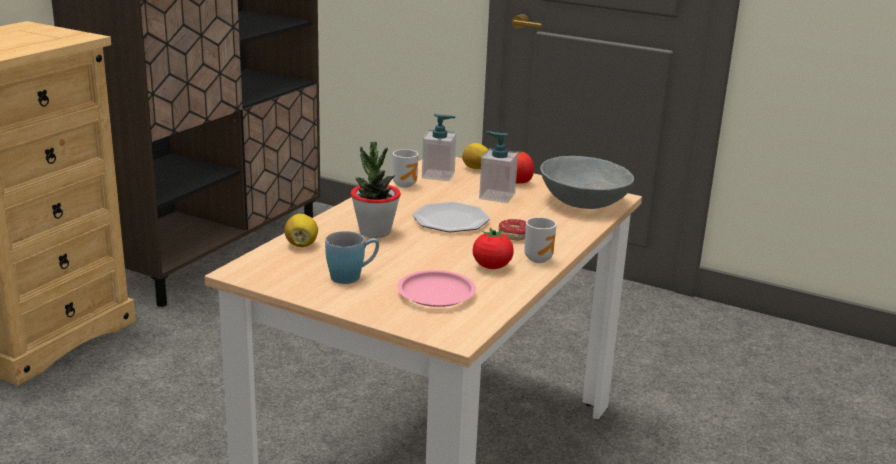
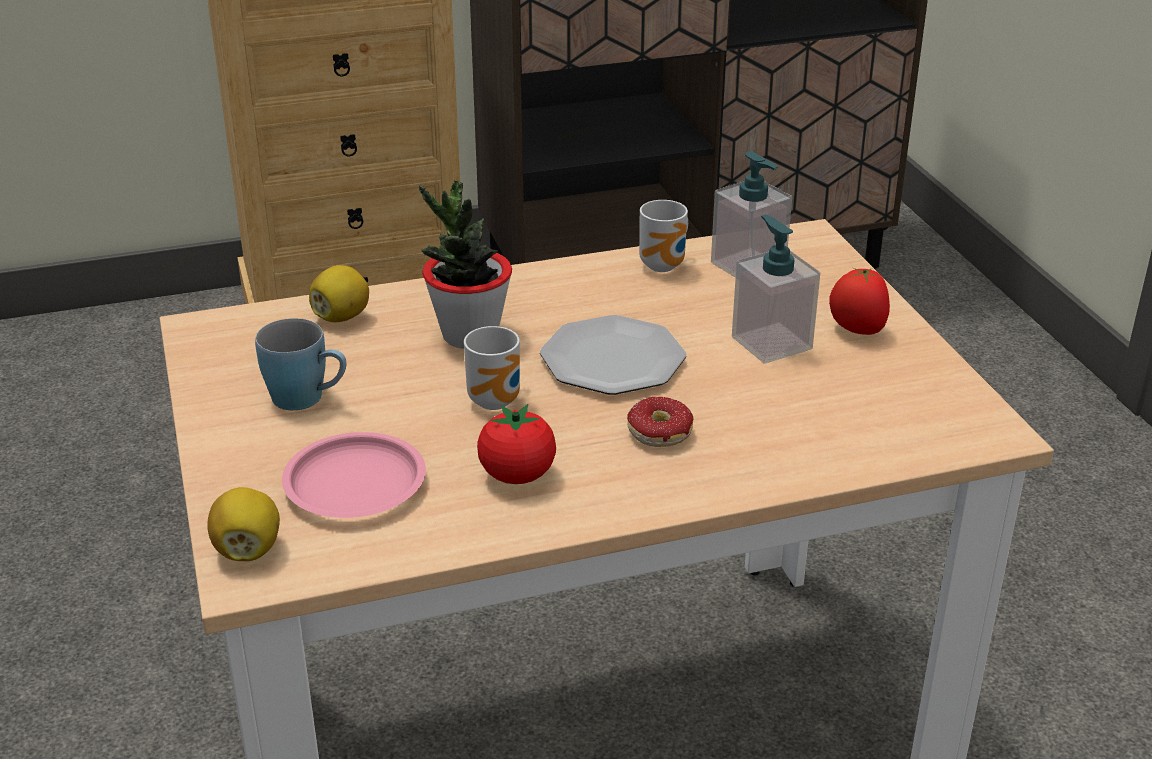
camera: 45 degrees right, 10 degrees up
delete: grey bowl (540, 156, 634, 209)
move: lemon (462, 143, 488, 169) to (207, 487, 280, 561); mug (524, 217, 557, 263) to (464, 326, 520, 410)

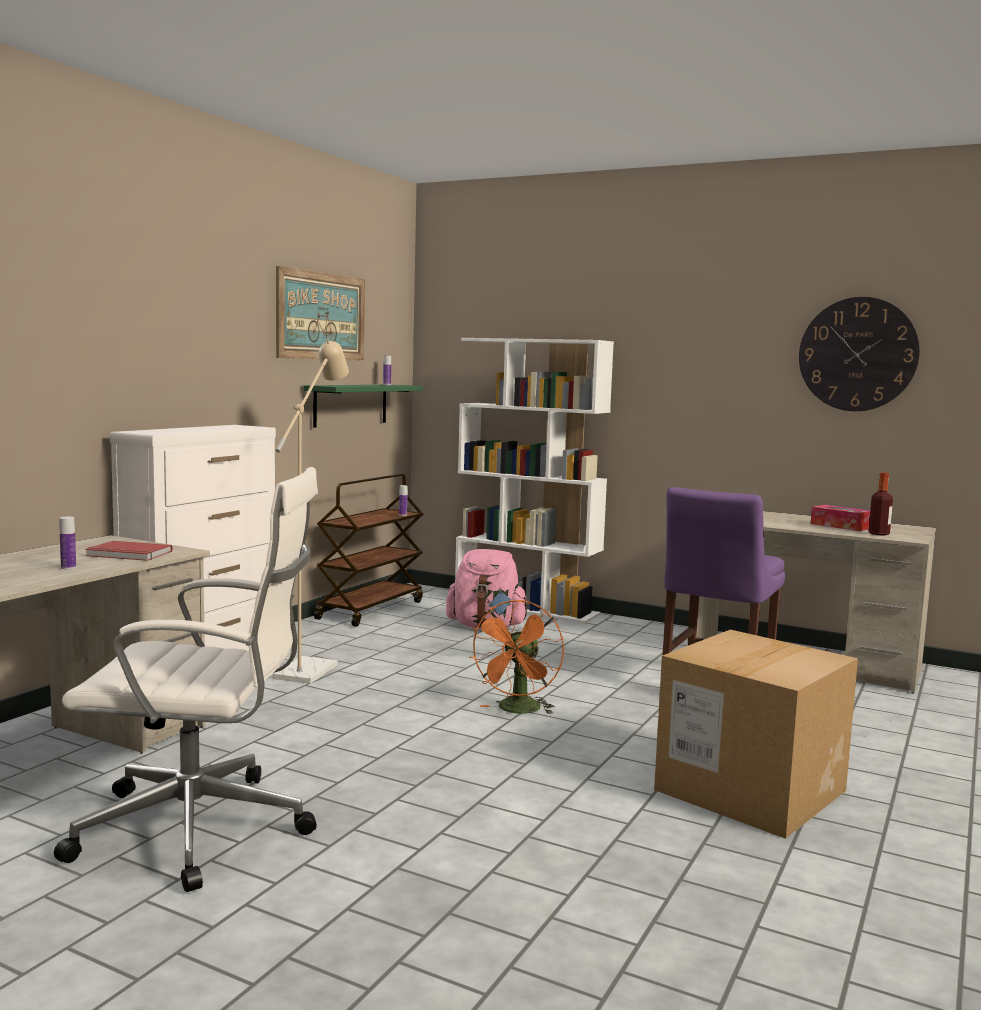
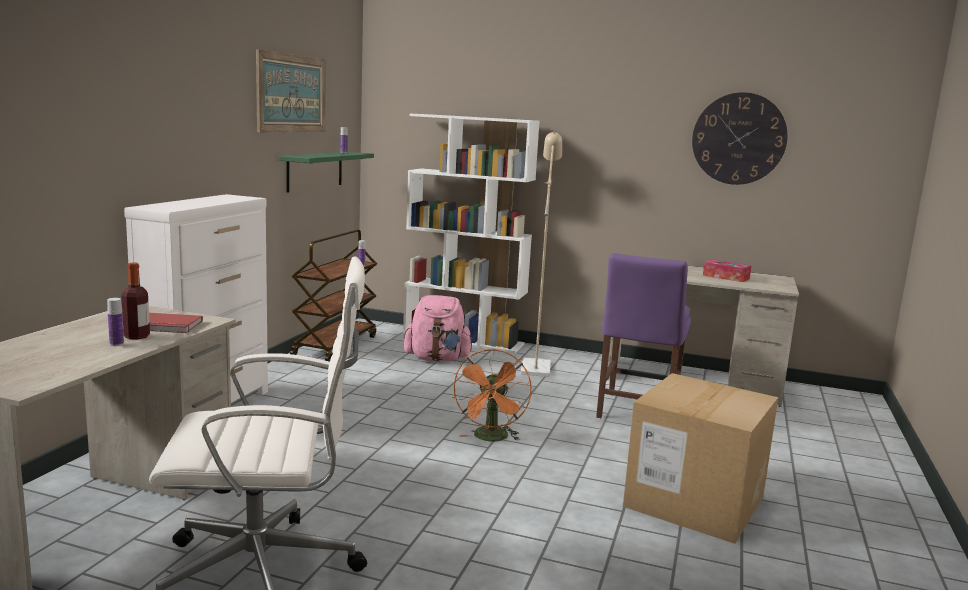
camera: 10 degrees left, 5 degrees up
move: bottle (869, 472, 893, 536) to (121, 263, 150, 339); beige floor lamp (273, 338, 349, 684) to (521, 131, 562, 377)

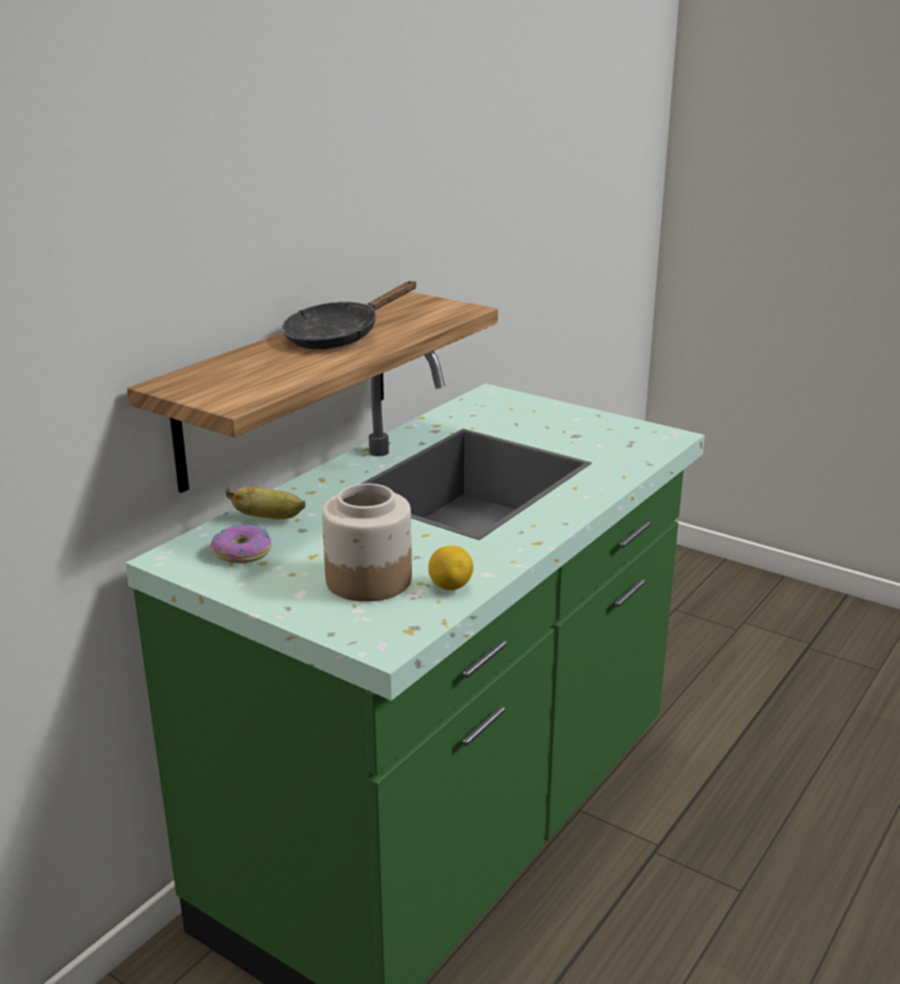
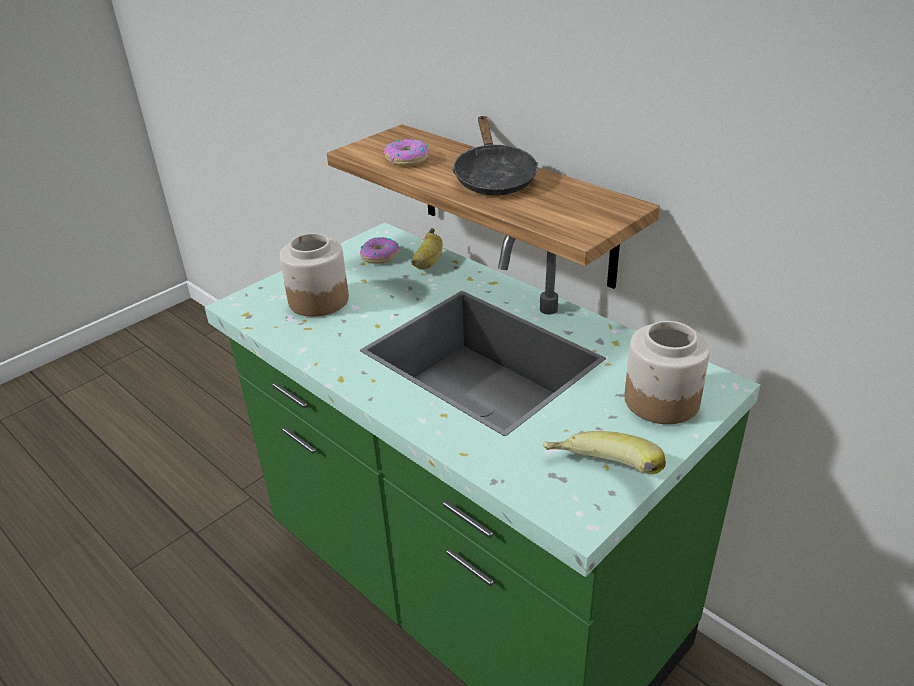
camera: 100 degrees right, 10 degrees up
delete: lemon (428, 545, 473, 590)
insert: donut (384, 139, 429, 166); banana (543, 431, 666, 474); jar (624, 321, 710, 424)
rotate: black frying pan (282, 281, 417, 349) = (452, 116, 538, 196) 150 degrees counterclockwise

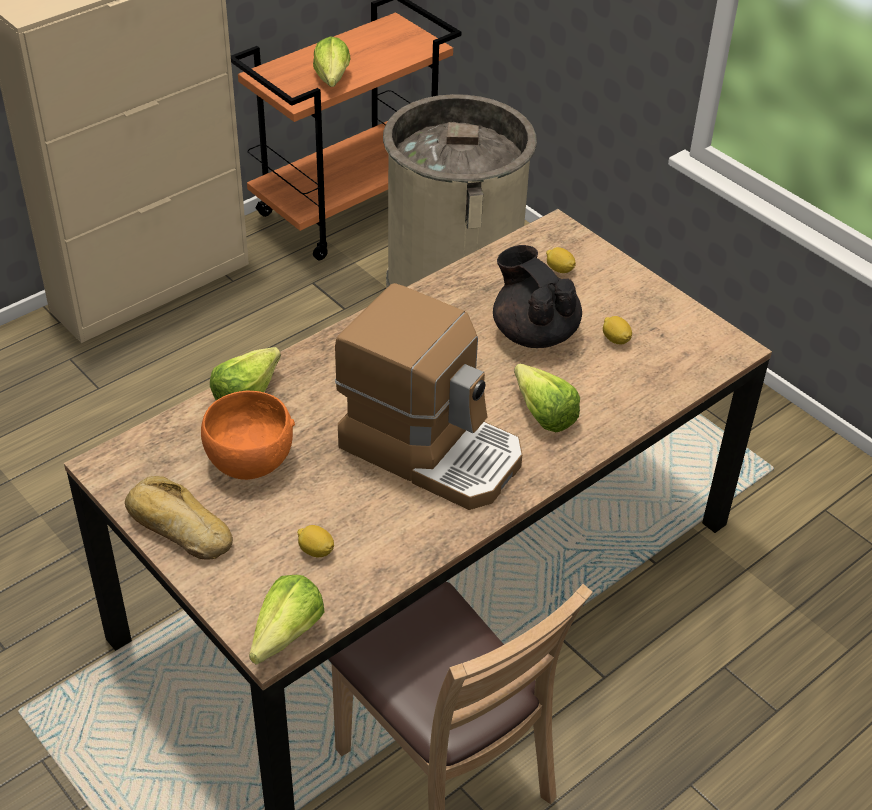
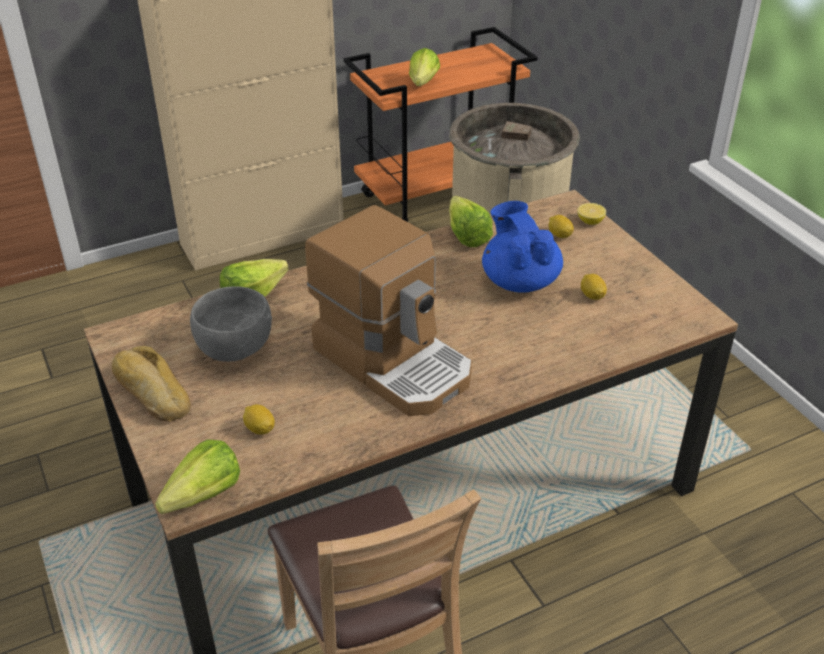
camera: 15 degrees right, 5 degrees down
insert: lemon (577, 203, 606, 225)
move: lettuce (514, 363, 580, 432) to (449, 196, 493, 247)
recolor: orange bowl (201, 391, 295, 480) to grey bowl (190, 286, 272, 362); black teapot (493, 245, 582, 348) to blue teapot (482, 201, 563, 293)

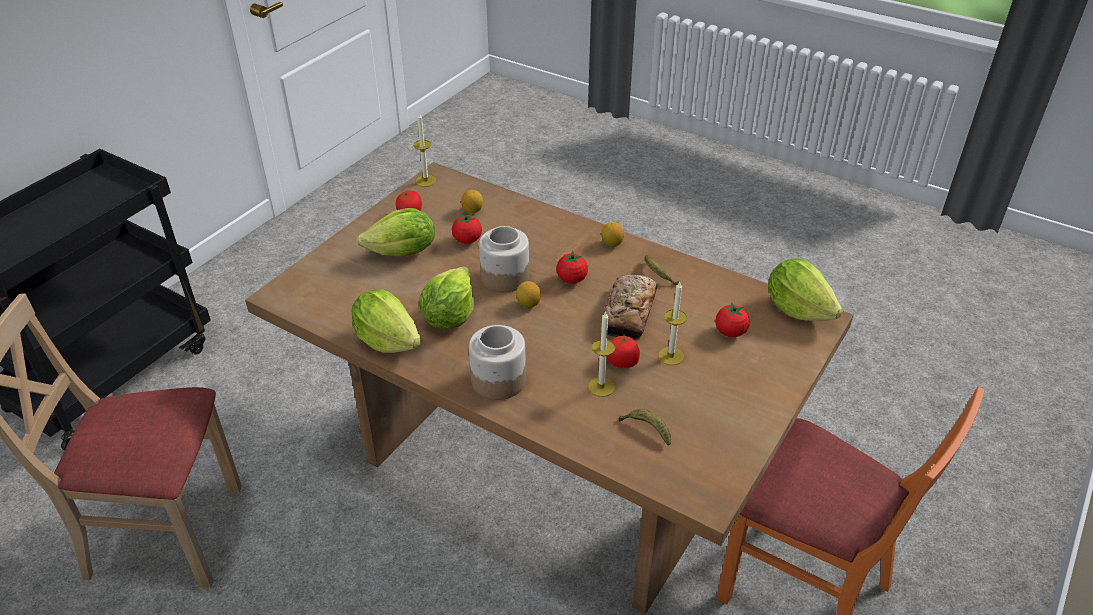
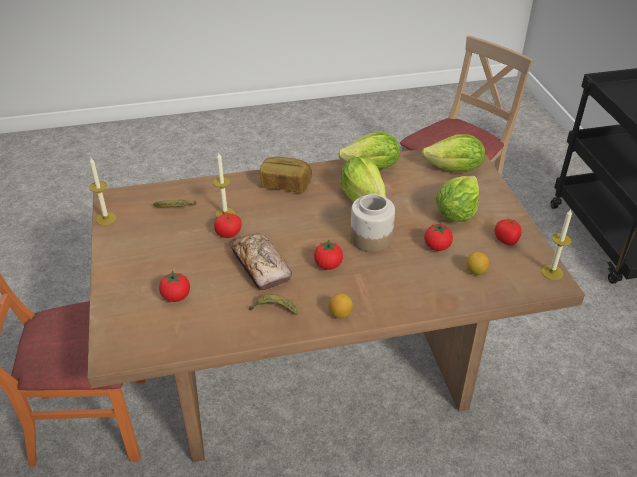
camera: 135 degrees right, 0 degrees up
delete: lemon (516, 281, 541, 308)
move: candle (658, 282, 687, 365) to (89, 158, 116, 225); lettuce (768, 258, 843, 321) to (422, 134, 485, 172)
replace: jar (469, 325, 526, 400) to bread (260, 157, 312, 193)

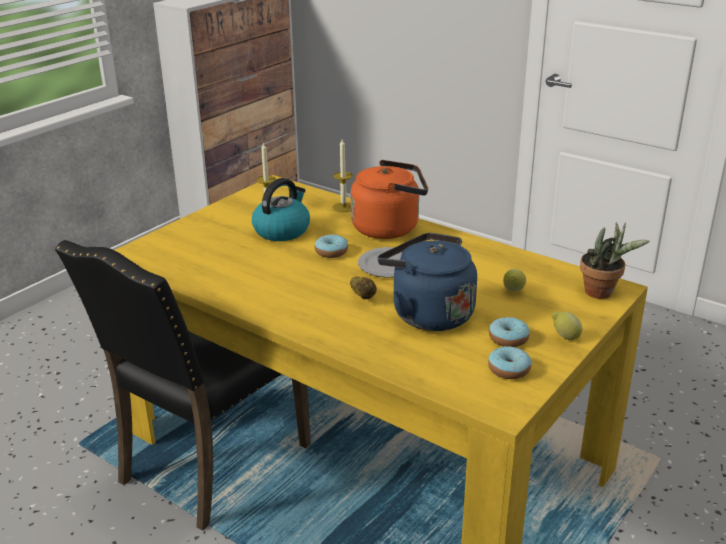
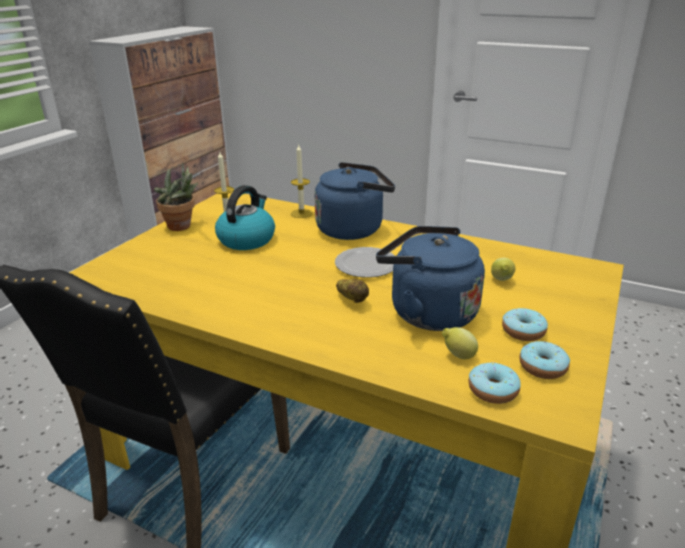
camera: 10 degrees left, 0 degrees up
move: potted plant (580, 222, 649, 299) to (153, 162, 198, 231); lemon (551, 311, 583, 340) to (442, 327, 478, 359); donut (315, 235, 348, 258) to (469, 362, 521, 404)
recolor: orange kettle (351, 160, 428, 239) to blue kettle (314, 162, 395, 240)

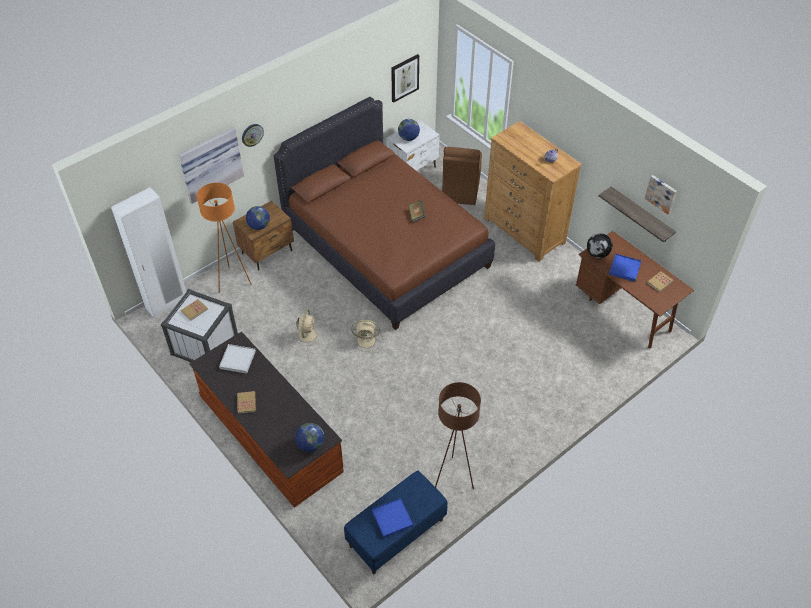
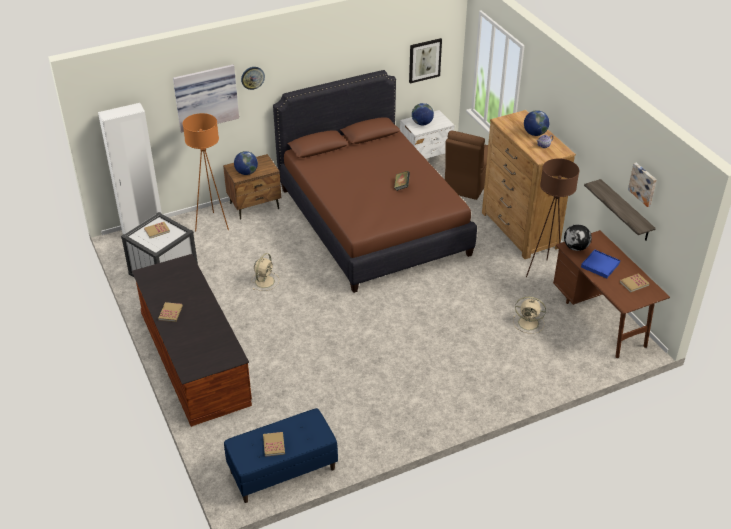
camera: 15 degrees right, 10 degrees down
delete: white tray (219, 344, 256, 374)
move: beige fan (351, 320, 381, 351) to (513, 297, 546, 334); globe (295, 423, 324, 452) to (524, 110, 549, 136); brown floor lamp (435, 382, 481, 489) to (526, 158, 579, 278)
replace: blue tray (372, 498, 413, 538) to book (263, 432, 285, 457)

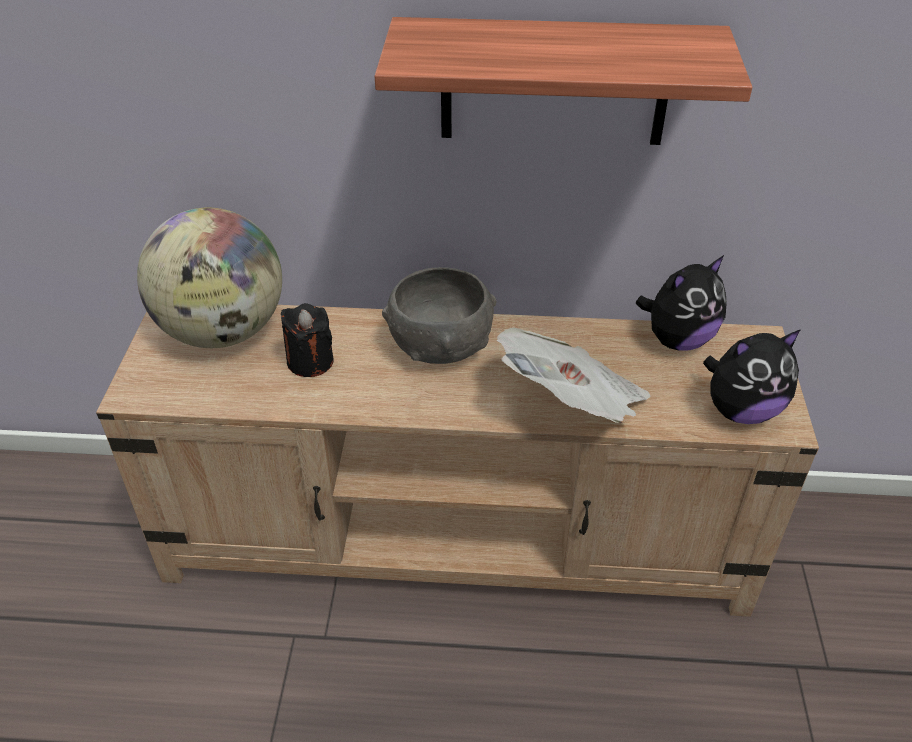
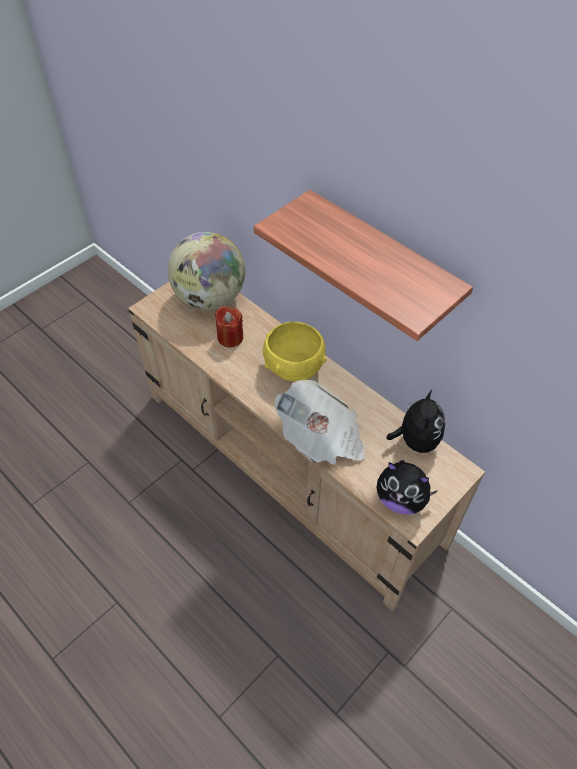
camera: 40 degrees right, 10 degrees up
recolor: black candle (281, 303, 334, 377) to red candle (215, 306, 243, 347); grey bowl (382, 267, 496, 364) to yellow bowl (263, 322, 327, 381)
rotate: plush toy (636, 255, 727, 351) = (386, 390, 445, 453) 90 degrees counterclockwise

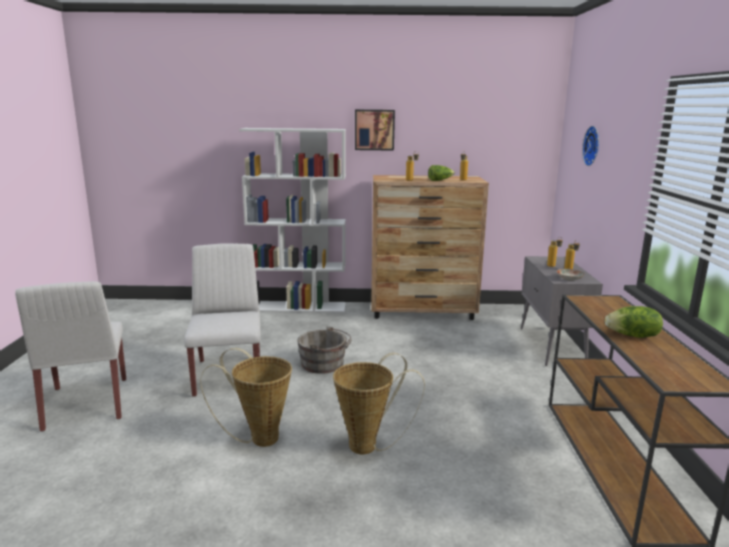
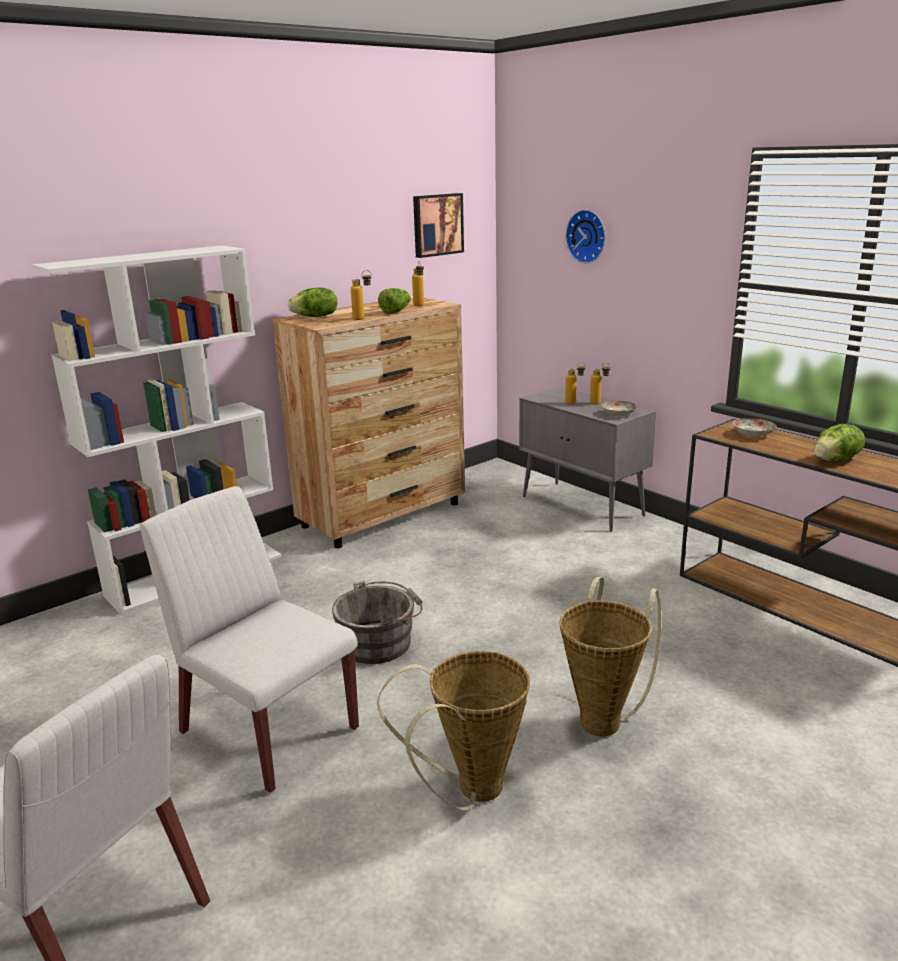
camera: 40 degrees left, 5 degrees up
insert: lettuce (288, 287, 337, 317); plate (732, 418, 776, 437)
move: picture (355, 110, 395, 151) to (413, 193, 464, 258)

